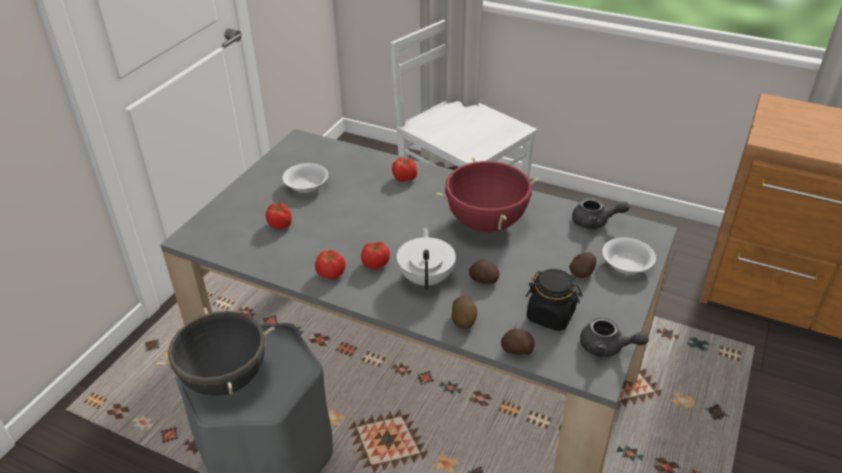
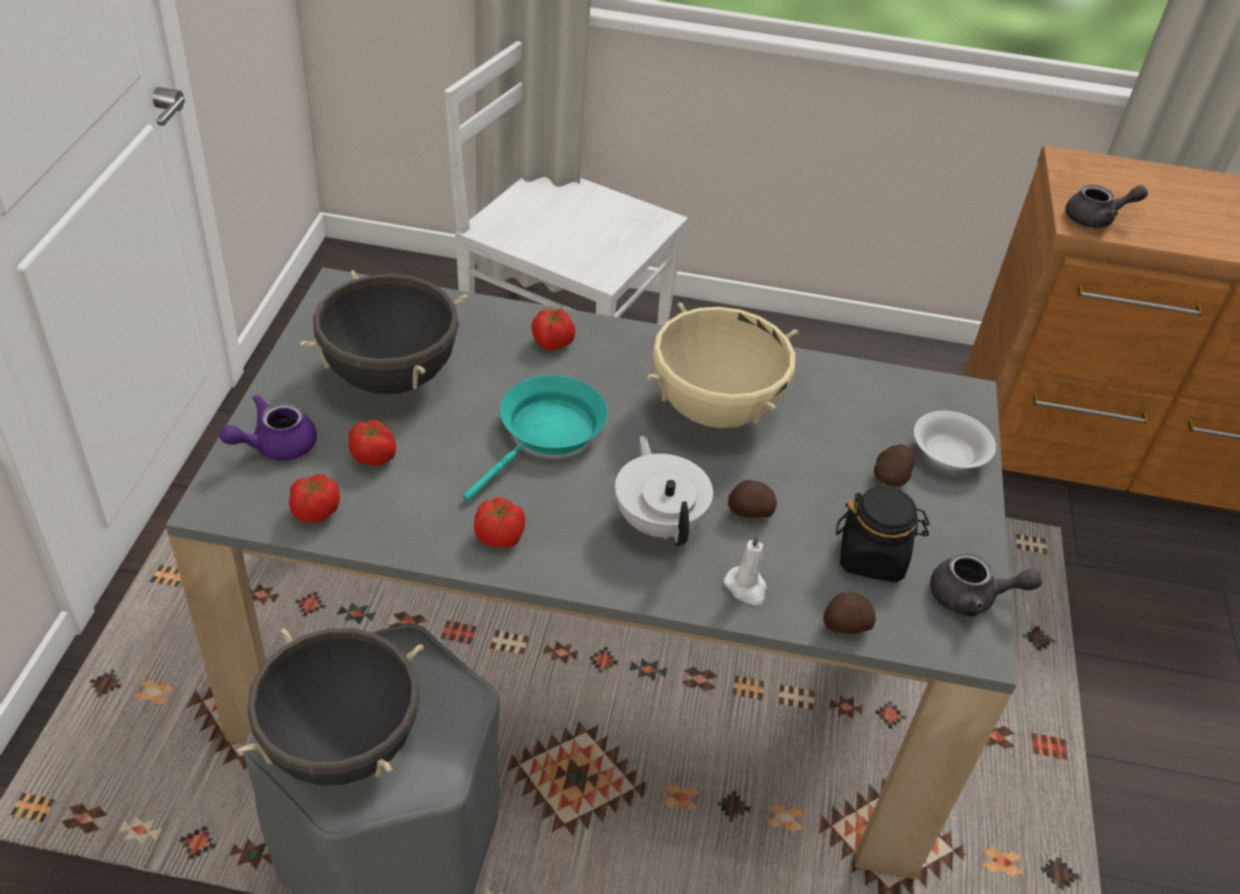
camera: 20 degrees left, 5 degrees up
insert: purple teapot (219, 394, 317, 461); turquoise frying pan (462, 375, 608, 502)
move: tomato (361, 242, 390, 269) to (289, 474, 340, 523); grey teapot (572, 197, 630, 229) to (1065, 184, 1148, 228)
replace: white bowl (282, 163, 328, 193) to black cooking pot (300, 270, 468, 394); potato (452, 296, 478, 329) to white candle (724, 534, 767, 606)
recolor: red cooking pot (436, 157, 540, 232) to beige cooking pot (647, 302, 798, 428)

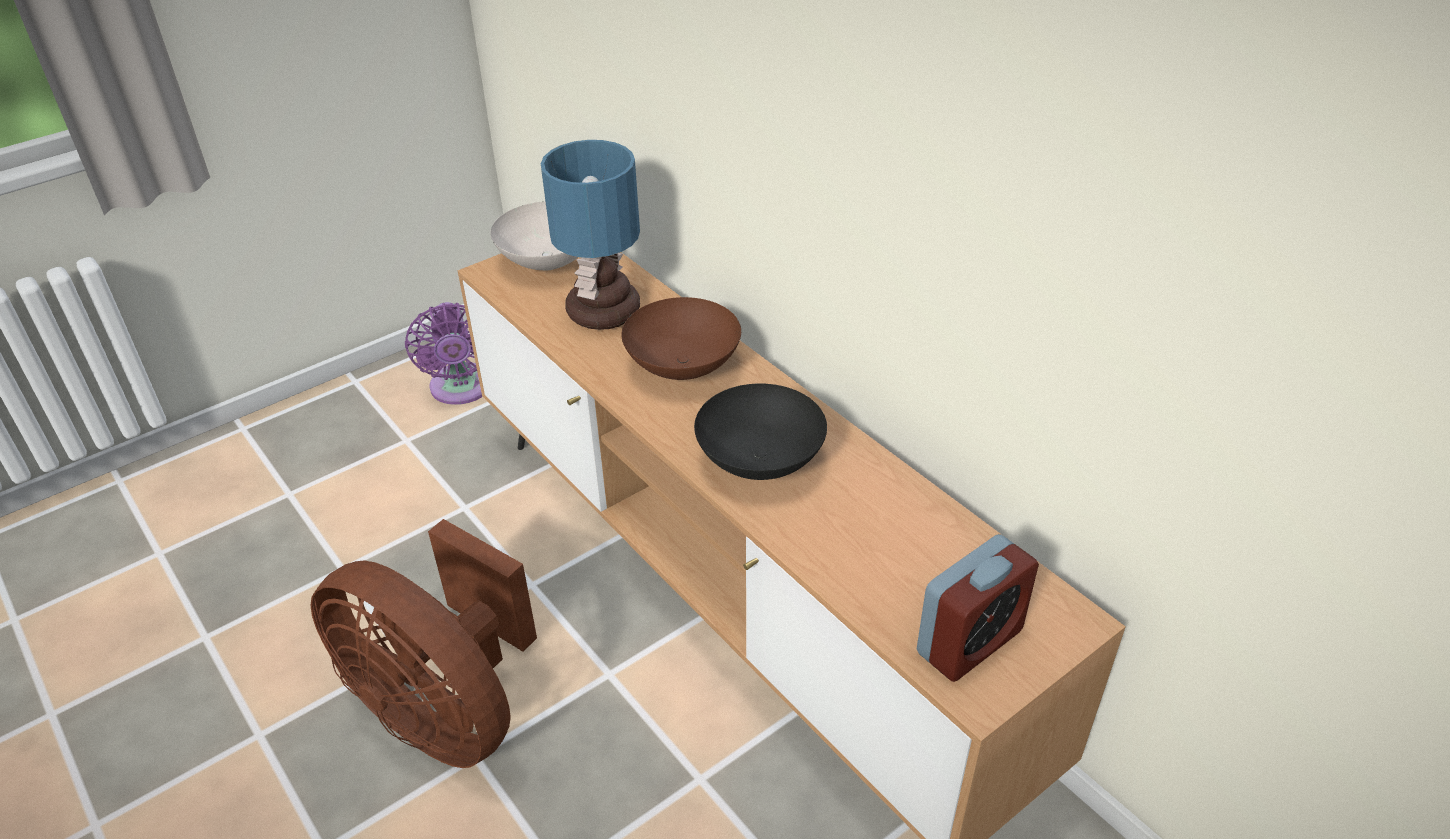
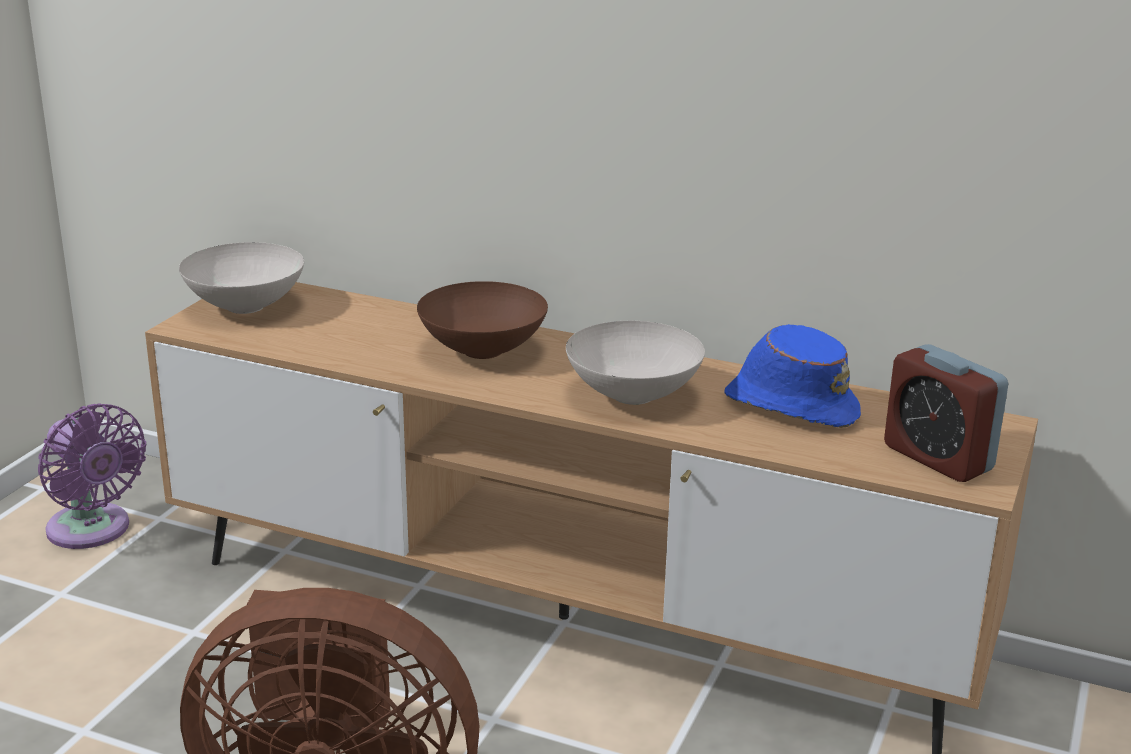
camera: 30 degrees left, 15 degrees down
delete: table lamp (541, 140, 640, 330)
insert: blue hat (724, 324, 861, 428)
recolor: black bowl (694, 383, 827, 480) to white bowl (566, 321, 705, 405)
rotate: alarm clock (917, 534, 1039, 682) = (884, 344, 1008, 482) 120 degrees clockwise

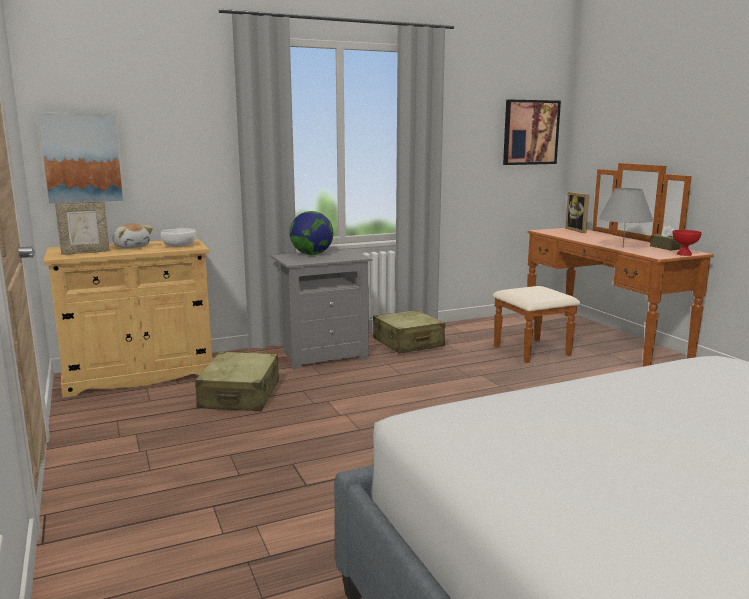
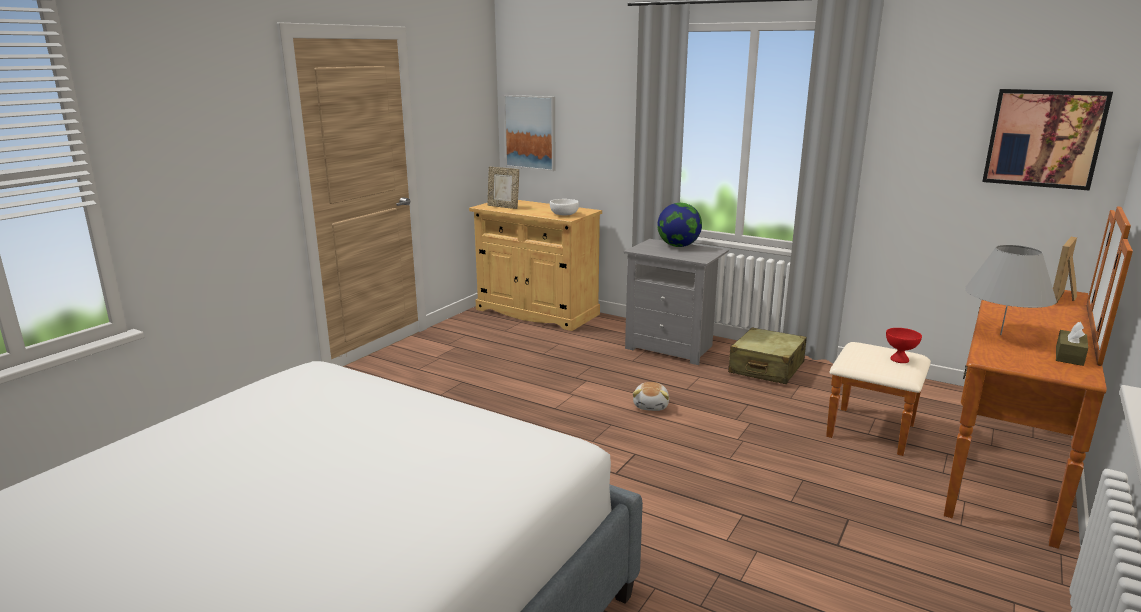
camera: 55 degrees right, 5 degrees up
delete: beige suitcase (195, 352, 279, 412)
move: plush toy (113, 223, 153, 249) to (633, 382, 669, 411); red bowl (672, 230, 702, 256) to (886, 328, 922, 363)

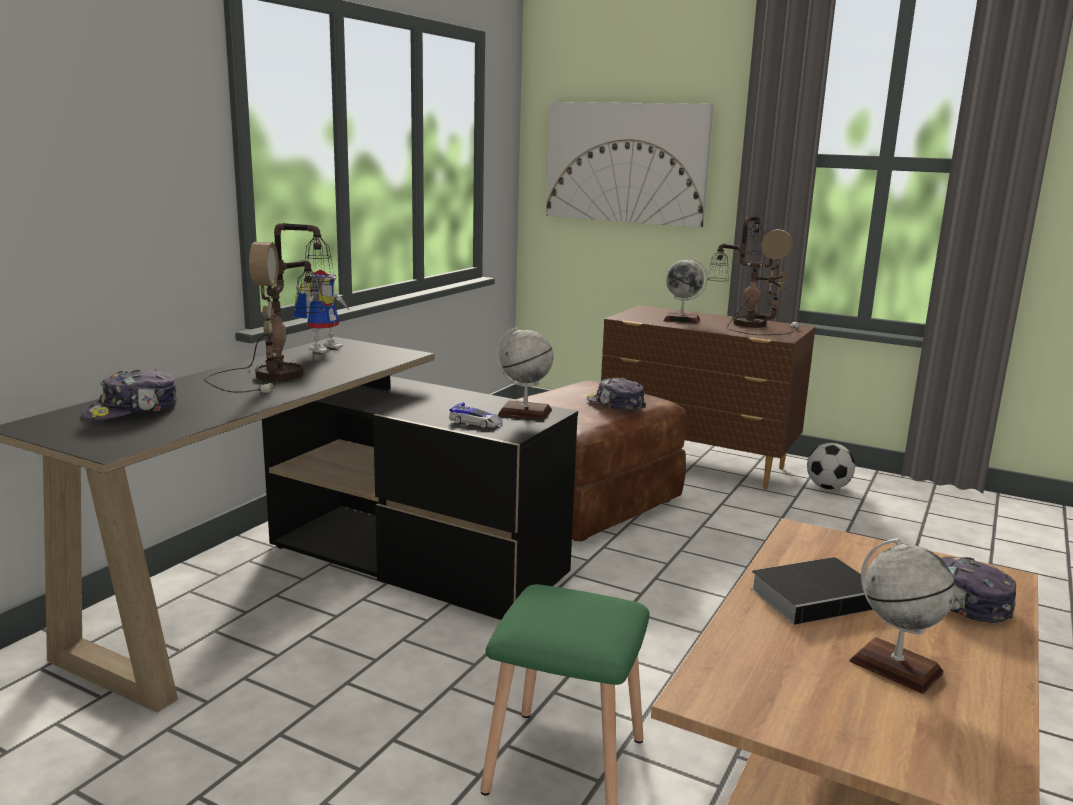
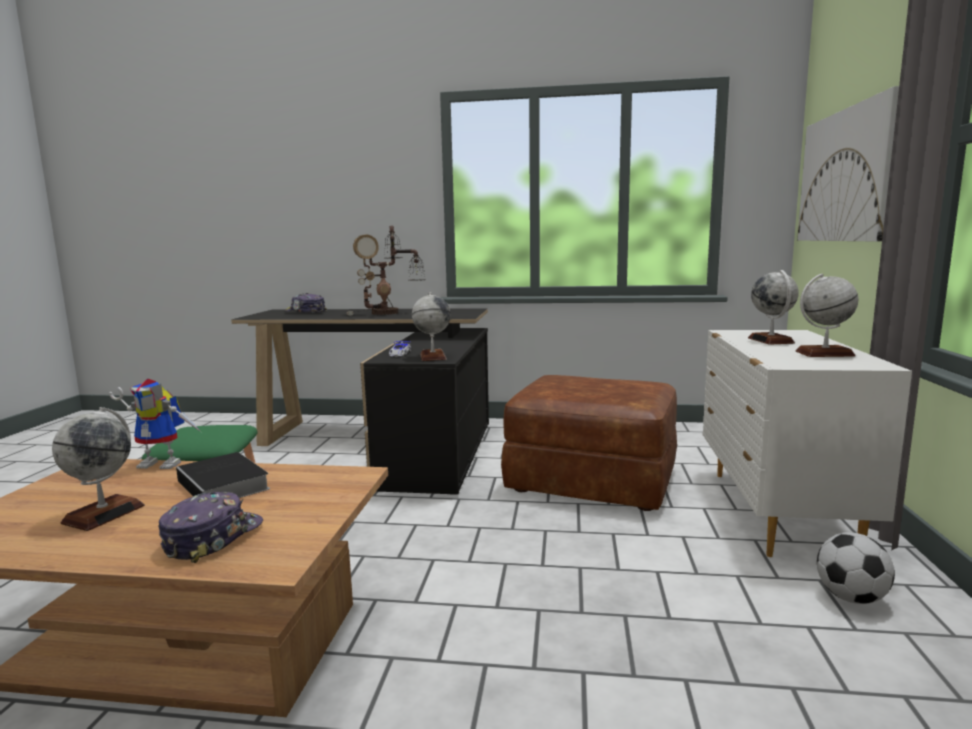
camera: 70 degrees right, 5 degrees down
delete: cap (587, 377, 646, 411)
move: toy robot (293, 270, 350, 353) to (109, 379, 201, 469)
replace: table lamp (708, 216, 799, 335) to globe (795, 274, 858, 357)
recolor: brown dresser (601, 305, 816, 489) to white dresser (703, 330, 912, 557)

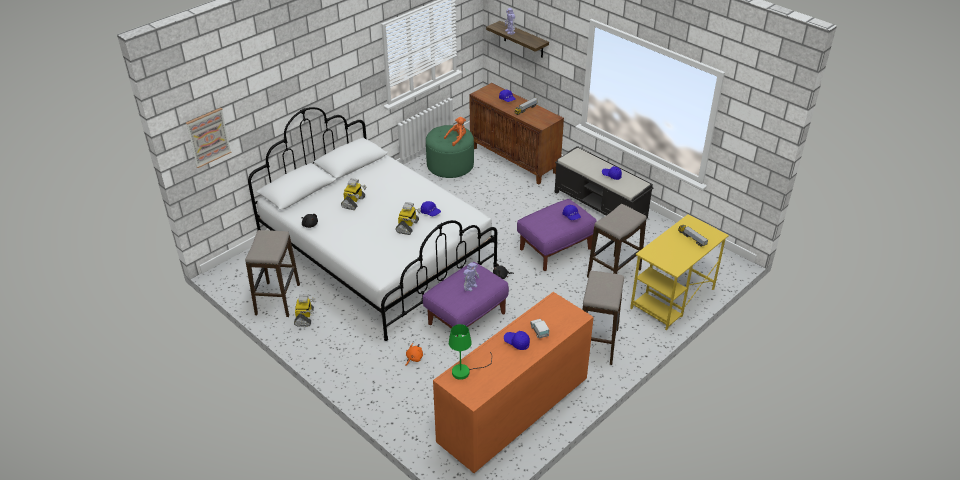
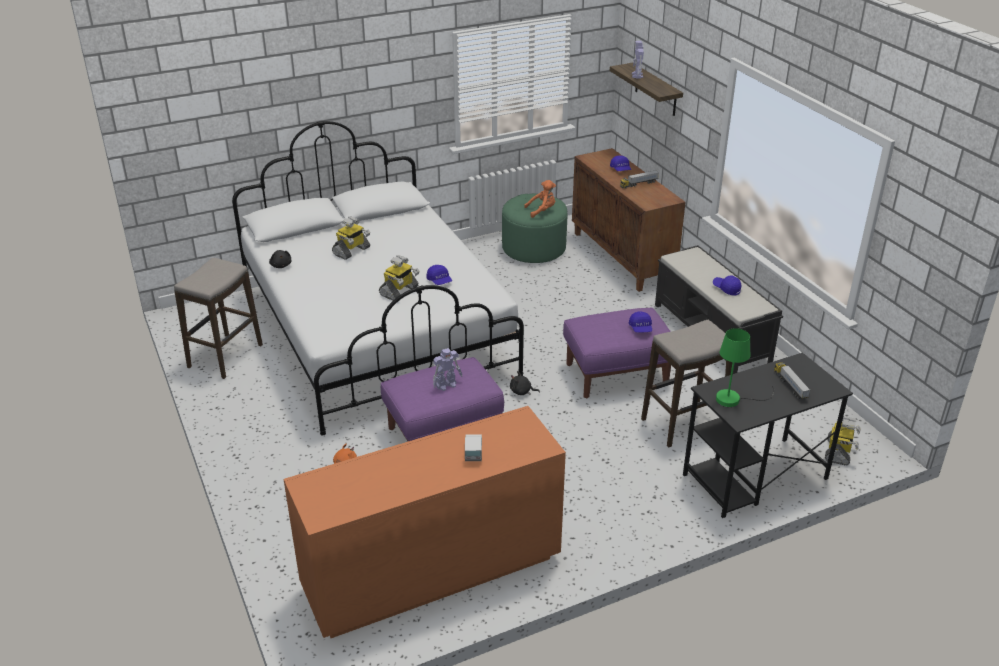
camera: 20 degrees right, 5 degrees down
delete: picture (186, 108, 232, 168); blue cap (504, 331, 530, 350); stool (582, 271, 624, 365)
move: green table lamp (449, 324, 492, 380) to (716, 328, 774, 407); toy robot (294, 294, 315, 327) to (825, 416, 861, 466)
recolor: yellow desk (630, 214, 729, 330) to black desk (683, 352, 853, 518)

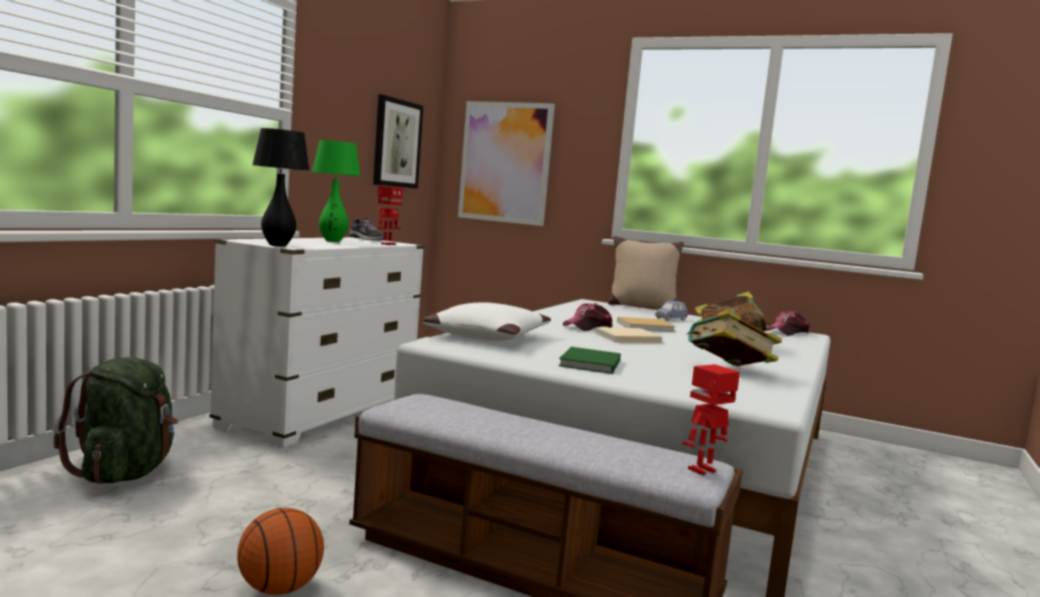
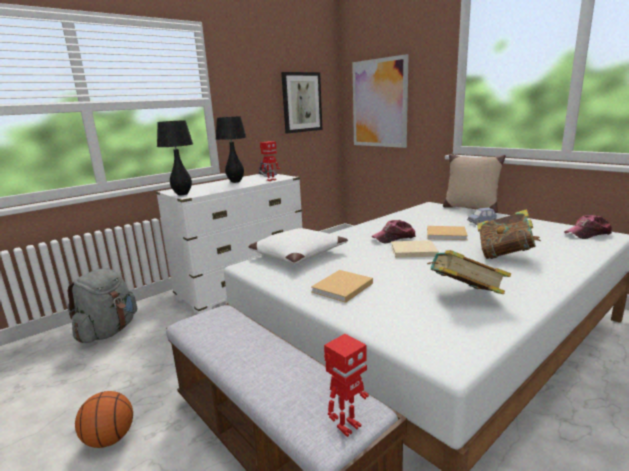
camera: 25 degrees right, 10 degrees up
recolor: green backpack (54, 357, 179, 484) to grey backpack (67, 268, 137, 343); green table lamp (312, 140, 360, 242) to black table lamp (216, 116, 247, 183); green book (559, 347, 621, 374) to beige book (311, 270, 373, 303)
rotate: toy robot (683, 364, 740, 475) = (324, 334, 369, 437) 150 degrees clockwise

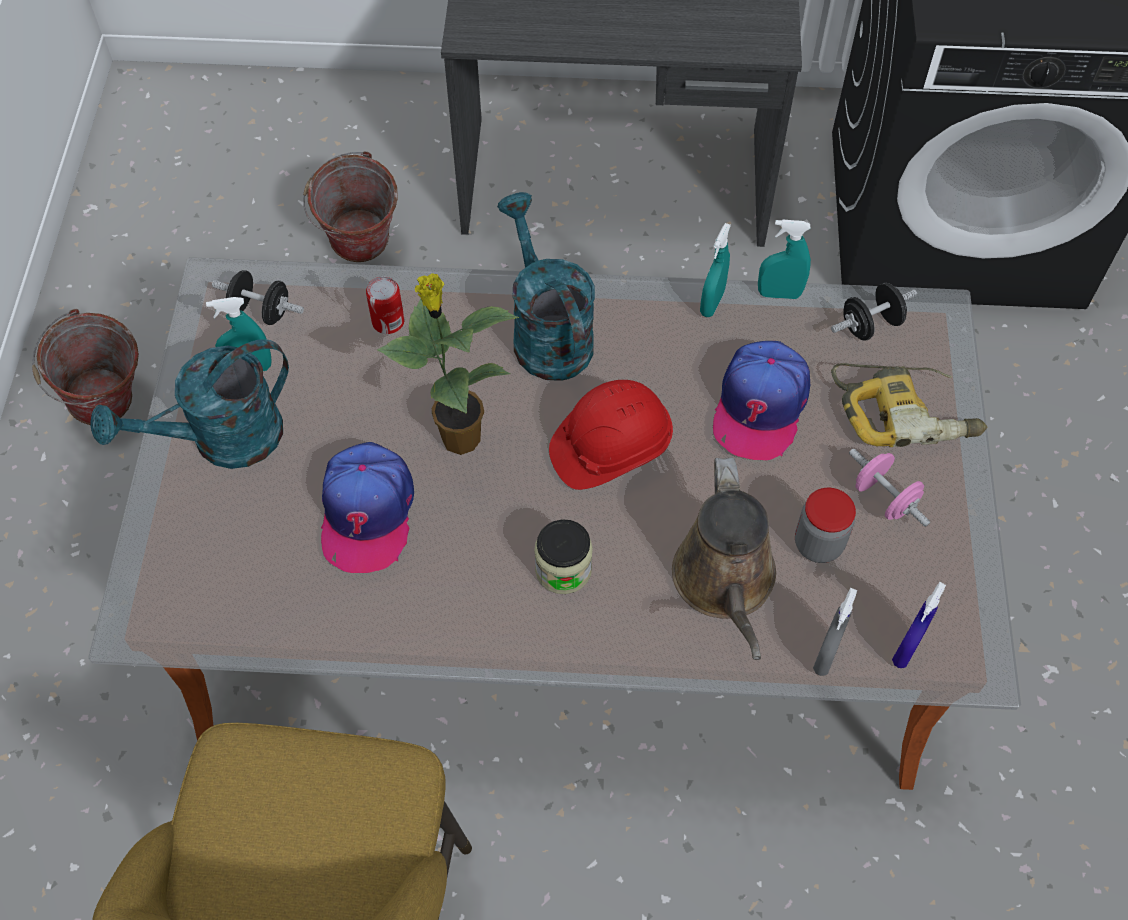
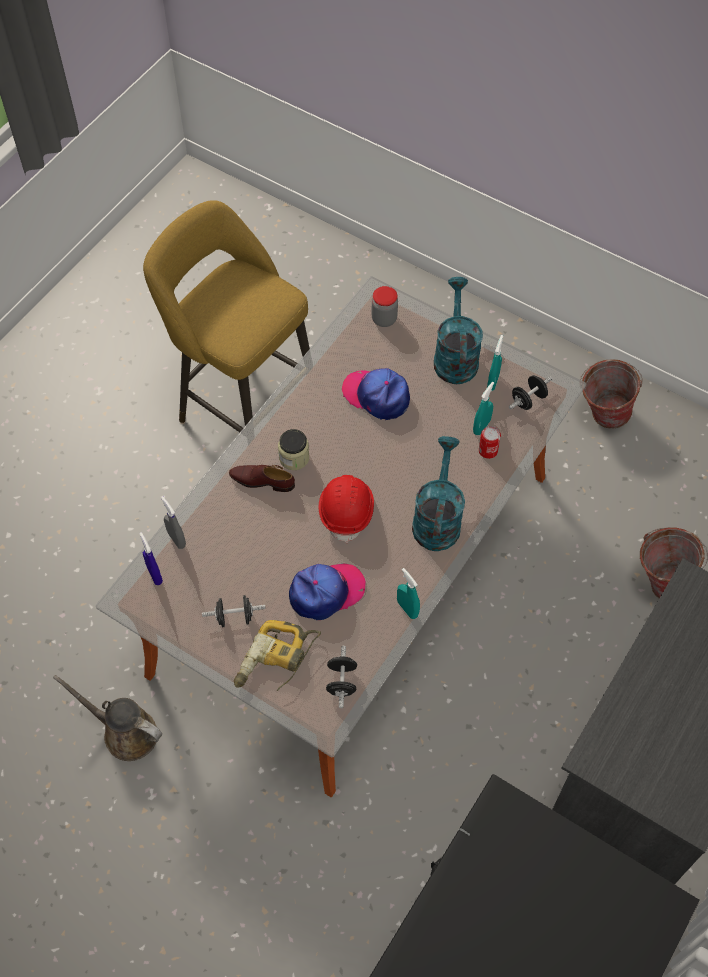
camera: 120 degrees right, 0 degrees up
delete: potted plant (377, 273, 519, 455)
insert: brown shoe (229, 465, 295, 492)
move: brown watering can (672, 457, 776, 660) to (53, 675, 162, 761); jar (795, 488, 856, 563) to (371, 286, 398, 327); turquoise spray bottle (758, 220, 811, 299) to (473, 382, 494, 435)
recolor: pink dumbbell (849, 448, 930, 527) to black dumbbell (202, 595, 266, 628)
rotate: cap (713, 341, 810, 460) = (289, 563, 366, 620) 105 degrees clockwise; turquoise watering can (497, 192, 595, 381) = (412, 436, 465, 551) 90 degrees counterclockwise

